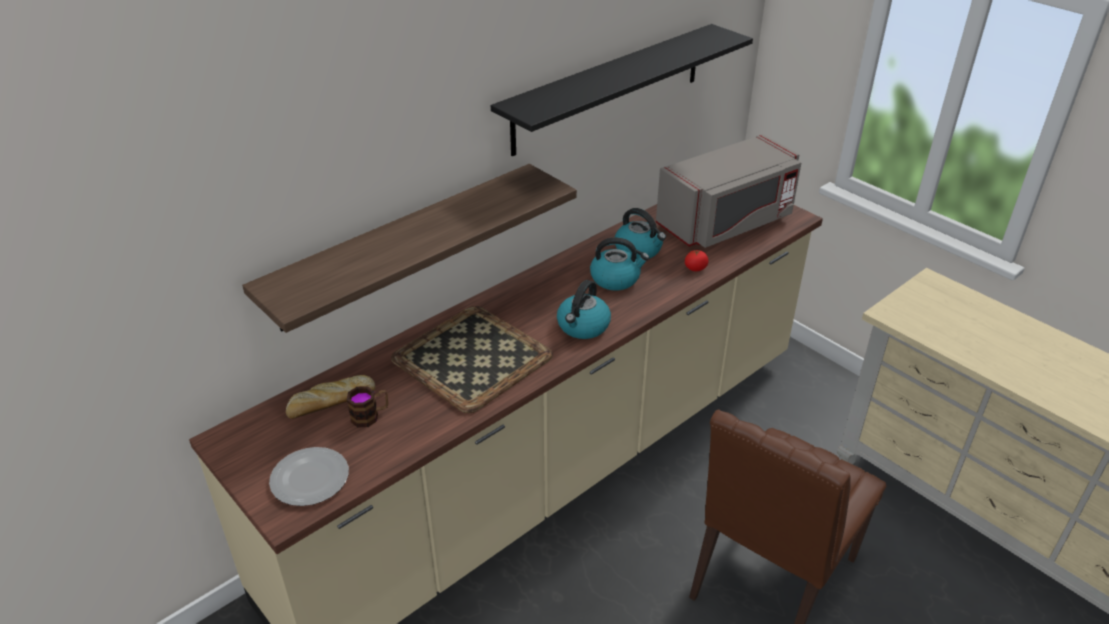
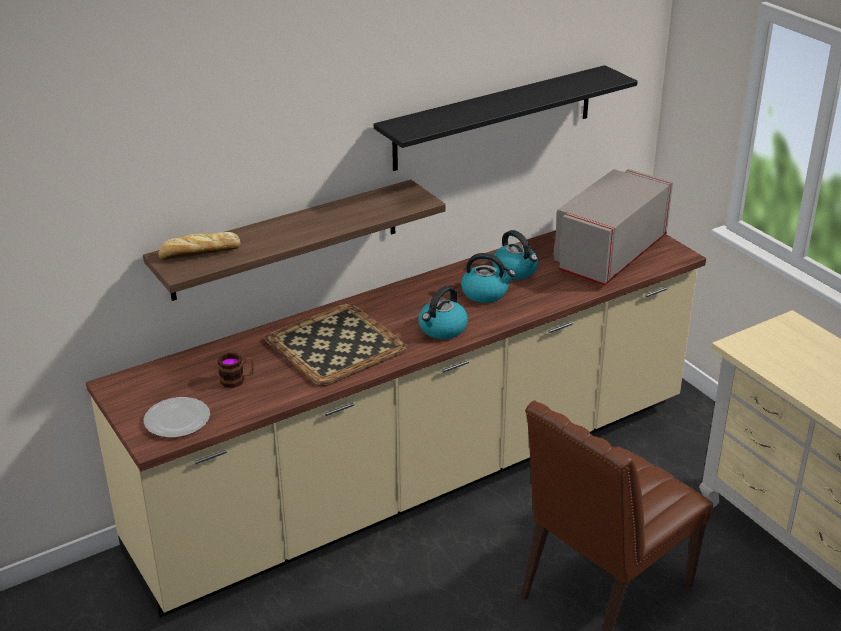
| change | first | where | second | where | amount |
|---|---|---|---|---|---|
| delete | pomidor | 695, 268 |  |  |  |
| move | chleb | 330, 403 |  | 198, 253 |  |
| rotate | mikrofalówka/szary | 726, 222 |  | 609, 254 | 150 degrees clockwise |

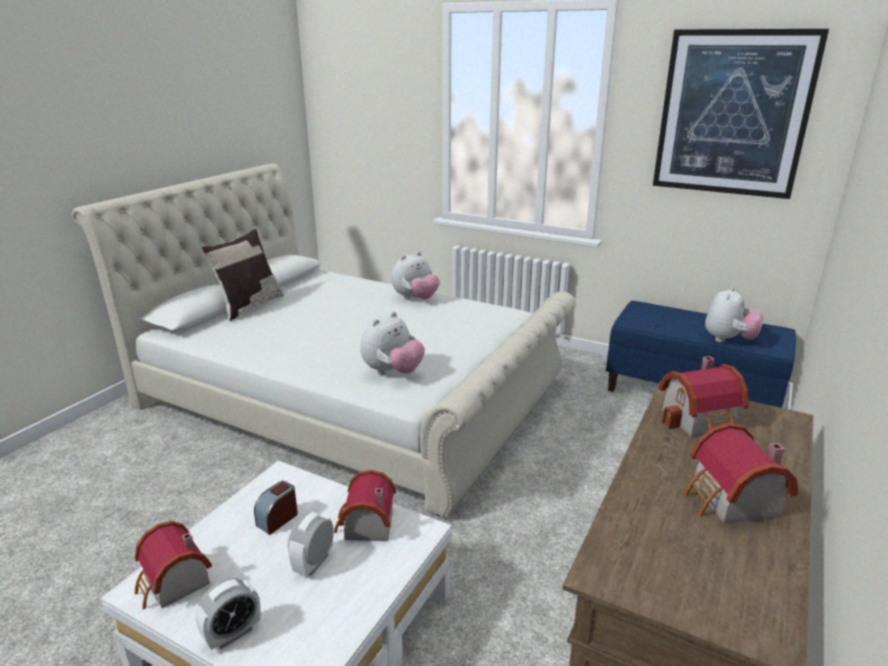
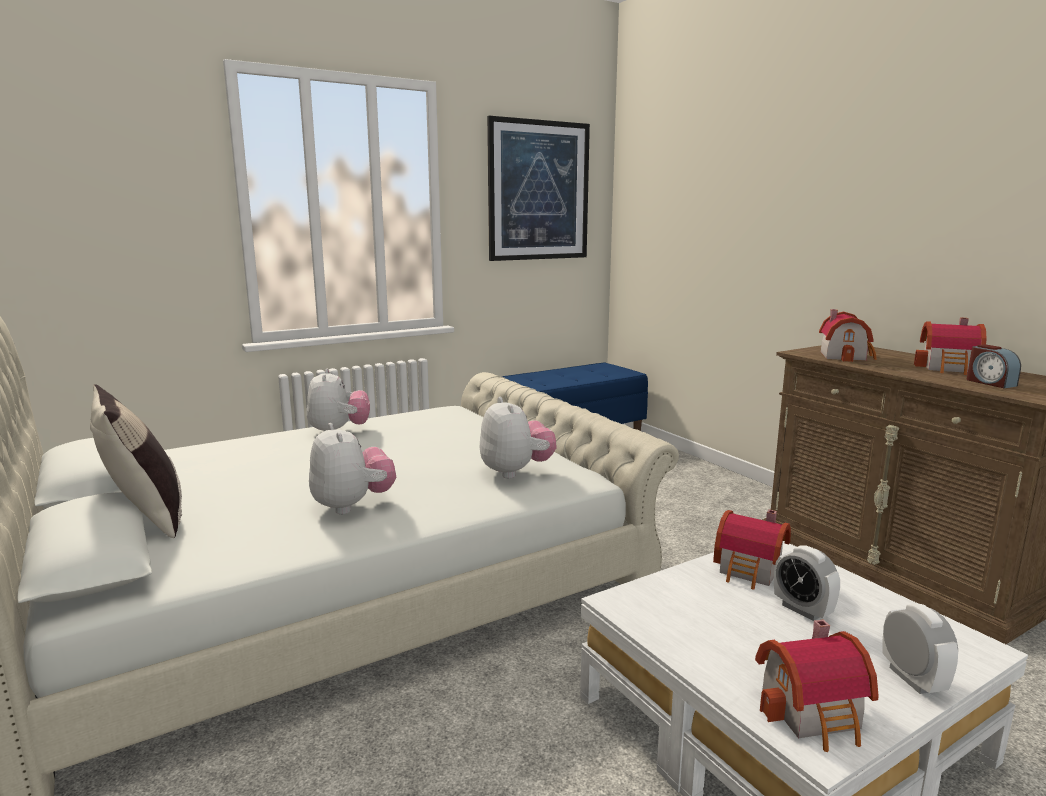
| change | first | where | second | where | amount |
|---|---|---|---|---|---|
| move | budzik | 278, 519 |  | 990, 383 |  |
| move | pluszak | 728, 340 |  | 352, 506 |  |

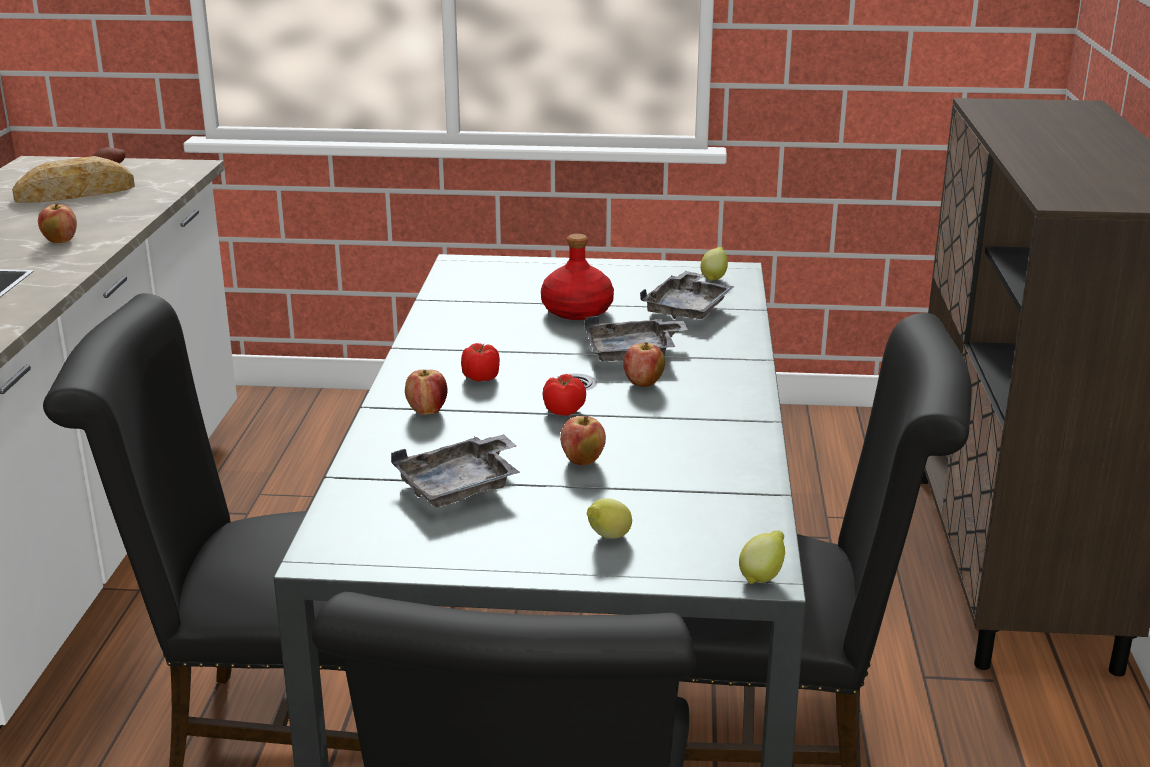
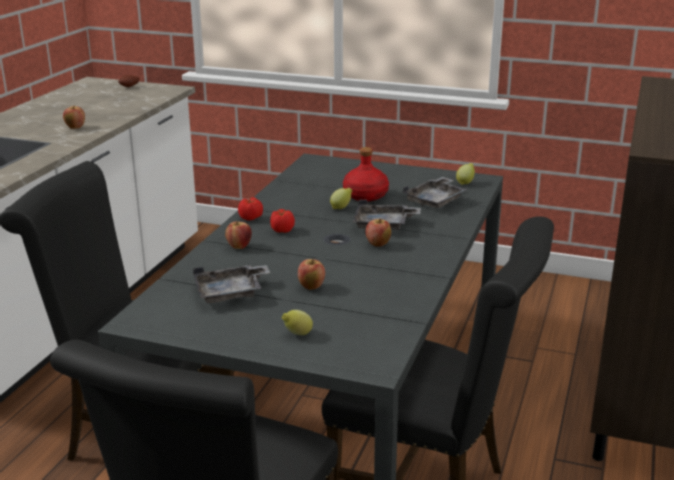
| change | first | where | second | where | amount |
|---|---|---|---|---|---|
| delete | chleb | 75, 193 |  |  |  |
| move | pomidor | 564, 410 |  | 251, 218 |  |
| move | cytryna | 762, 576 |  | 341, 208 |  |

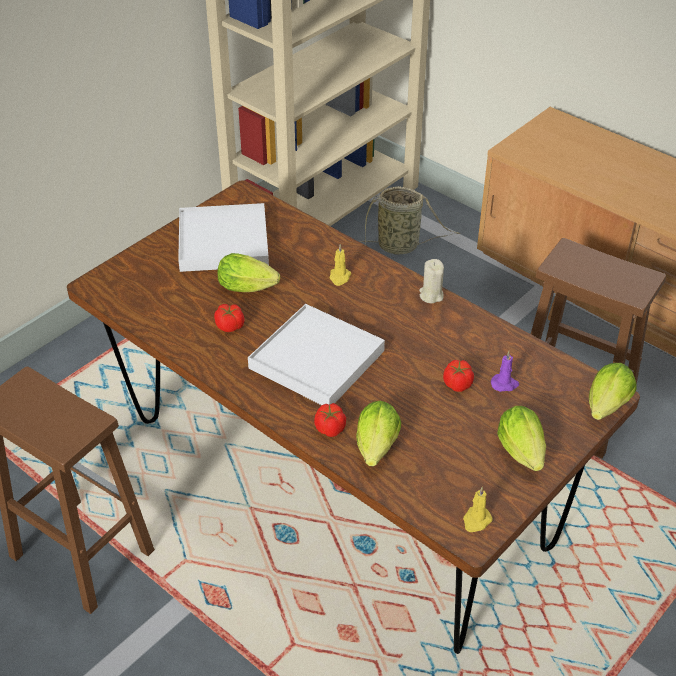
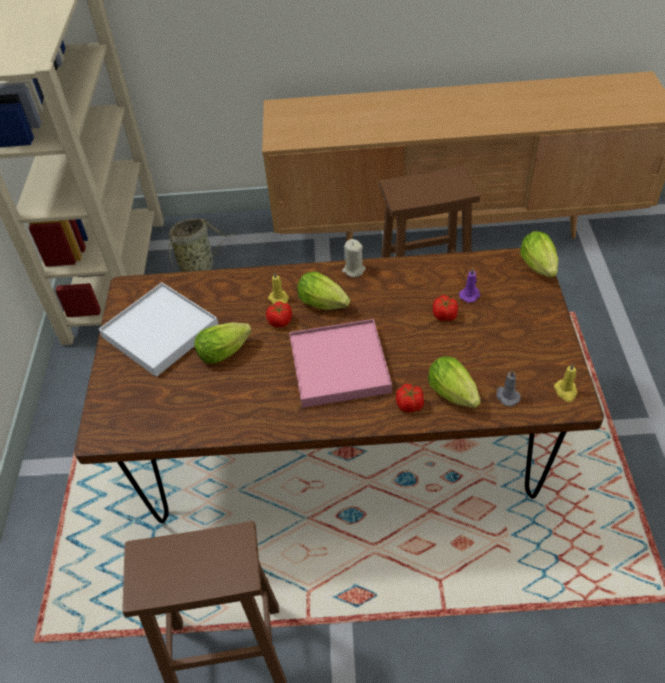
| change | first | where | second | where | amount |
|---|---|---|---|---|---|
| insert |  |  | świeca/szary | 507, 396 |  |
| move | pomidor | 230, 326 |  | 280, 321 |  |
| move | sałata | 523, 455 |  | 325, 305 |  |
| recolor | taca/biały | 317, 360 | taca/różowy | 339, 366 |  |

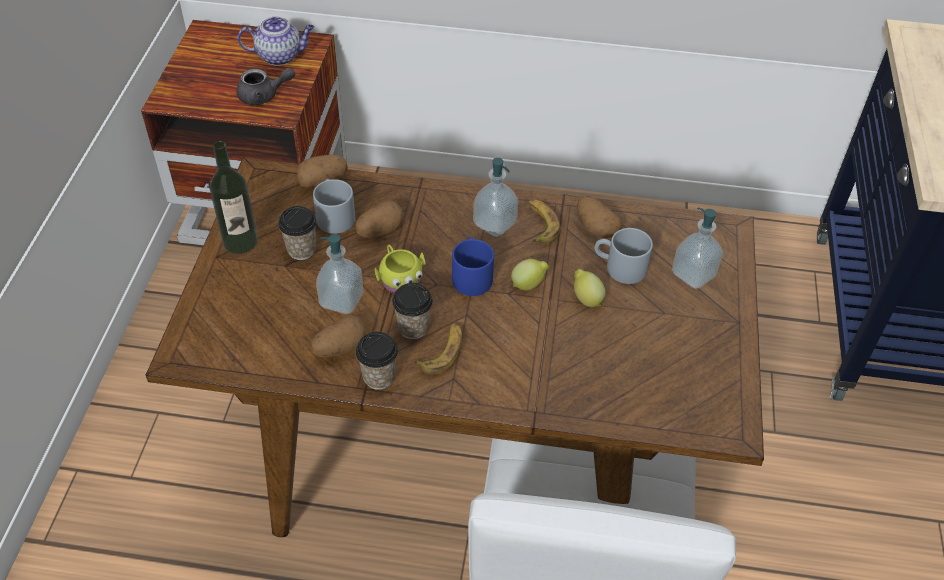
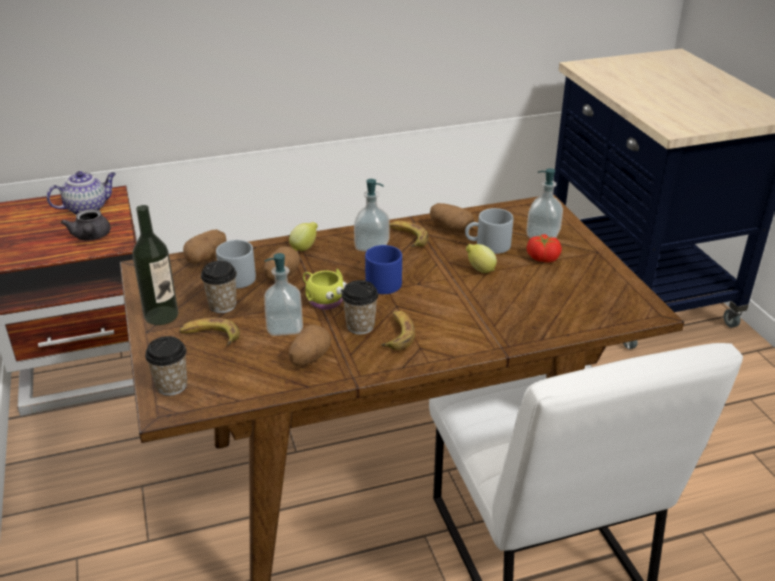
| change | first | where | second | where | amount |
|---|---|---|---|---|---|
| insert |  |  | banan | 210, 336 |  |
| insert |  |  | pomidor | 543, 257 |  |
| move | filiżanka | 379, 377 |  | 171, 386 |  |
| move | cytryna | 529, 285 |  | 304, 248 |  |
| rotate | imbryk/szary | 264, 96 |  | 91, 237 | 105 degrees clockwise |

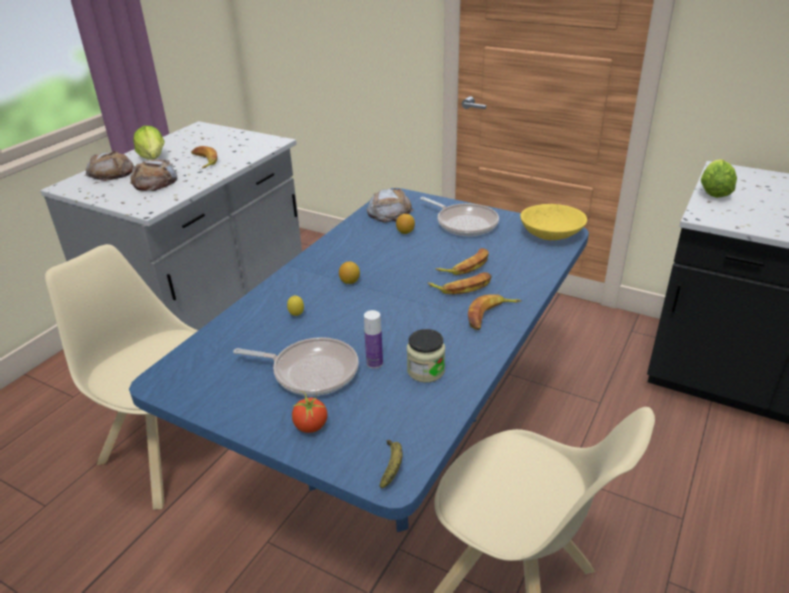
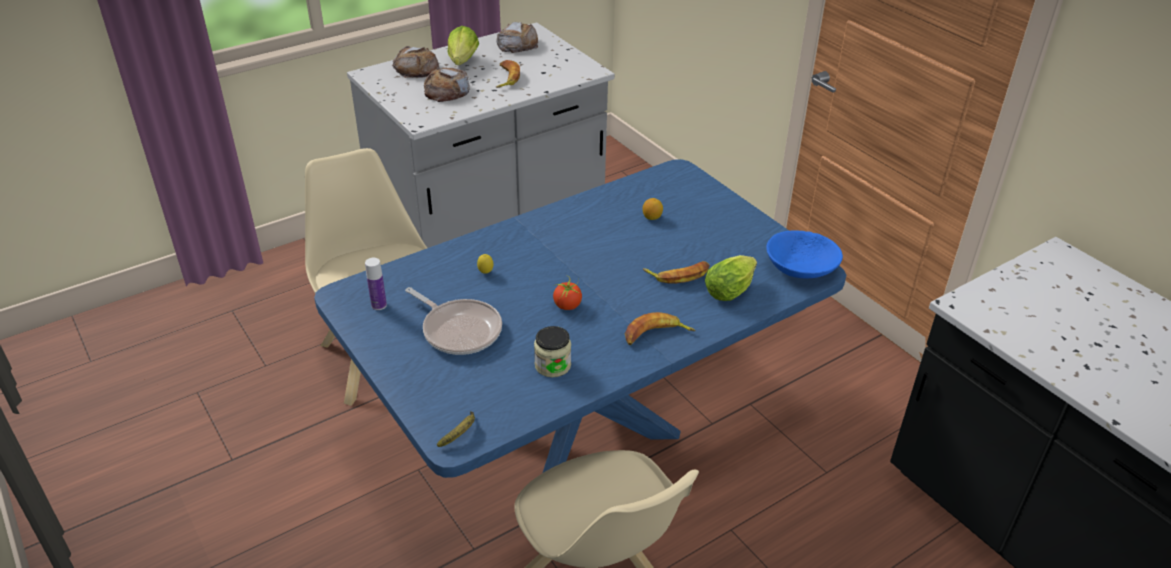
| change | first | where | second | where | amount |
|---|---|---|---|---|---|
| delete | cytryna | 350, 281 |  |  |  |
| delete | patelnia | 464, 223 |  |  |  |
| delete | banan | 462, 287 |  |  |  |
| move | pomidor | 310, 426 |  | 567, 305 |  |
| move | butelka | 374, 363 |  | 379, 305 |  |
| move | chleb | 389, 212 |  | 517, 44 |  |
| move | sałata | 714, 191 |  | 731, 290 |  |
| recolor | miska/żółty | 551, 234 | miska/niebieski | 800, 268 |  |

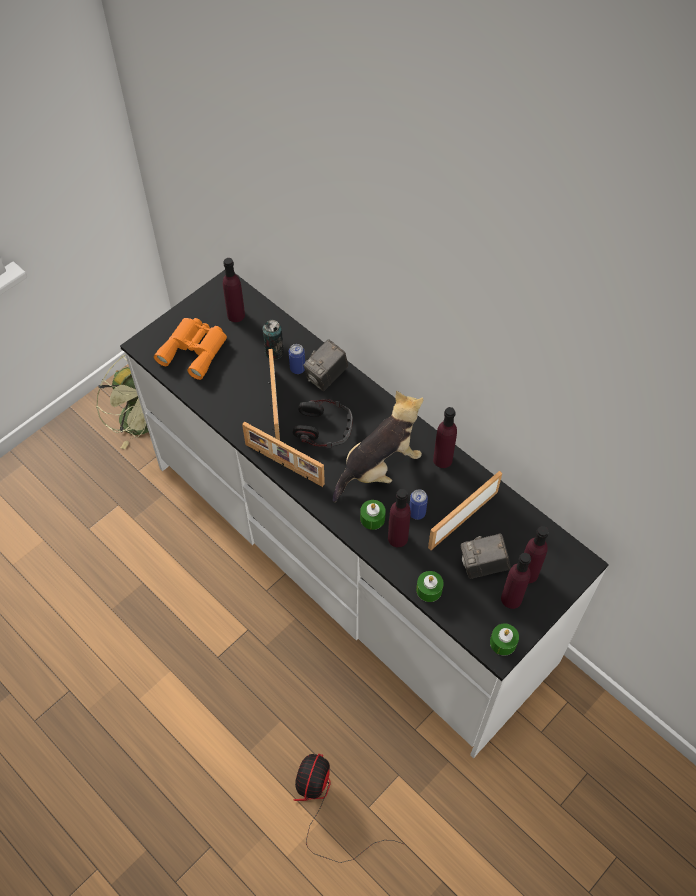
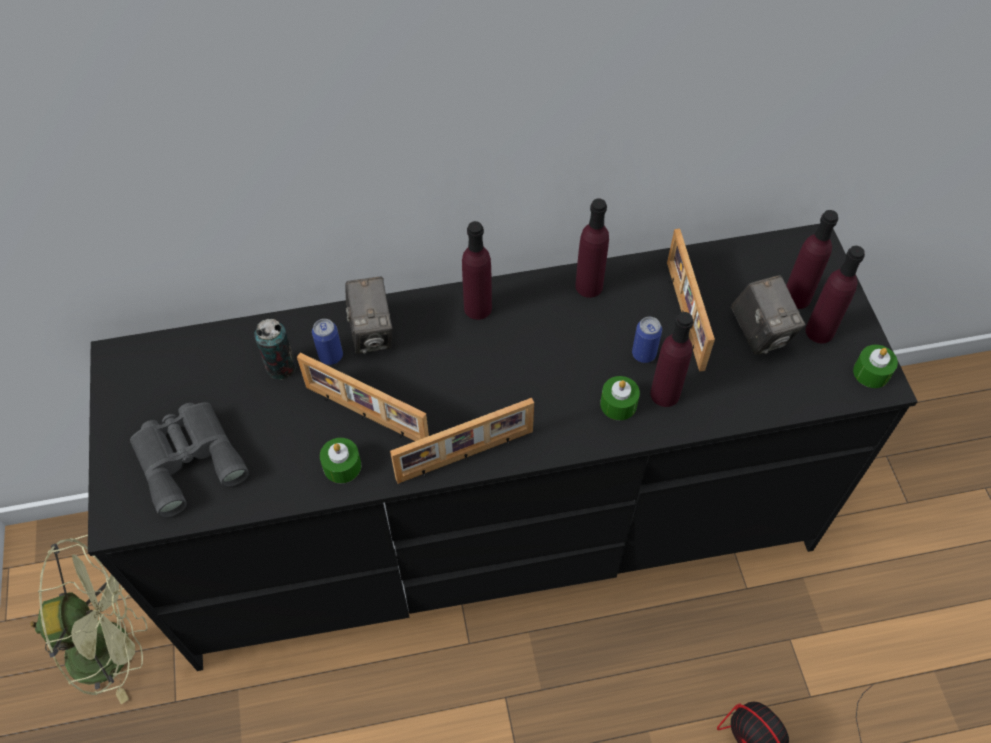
| change | first | where | second | where | amount |
|---|---|---|---|---|---|
| delete | słuchawki | 324, 428 |  |  |  |
| delete | pluszak | 379, 467 |  |  |  |
| move | butelka/fioletowy | 236, 315 |  | 477, 308 |  |
| move | świeca/zielony | 429, 590 |  | 342, 466 |  |
| recolor | komoda/biały | 348, 561 | komoda/czarny | 497, 528 |  |
| recolor | lornetka/pomarańczowy | 195, 349 | lornetka/szary | 188, 457 |  |
| rotate | aparat fotograficzny | 483, 566 |  | 760, 333 | 45 degrees counterclockwise |

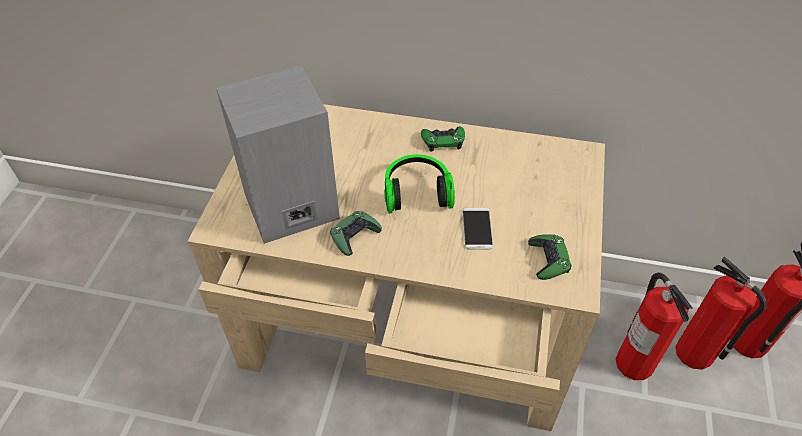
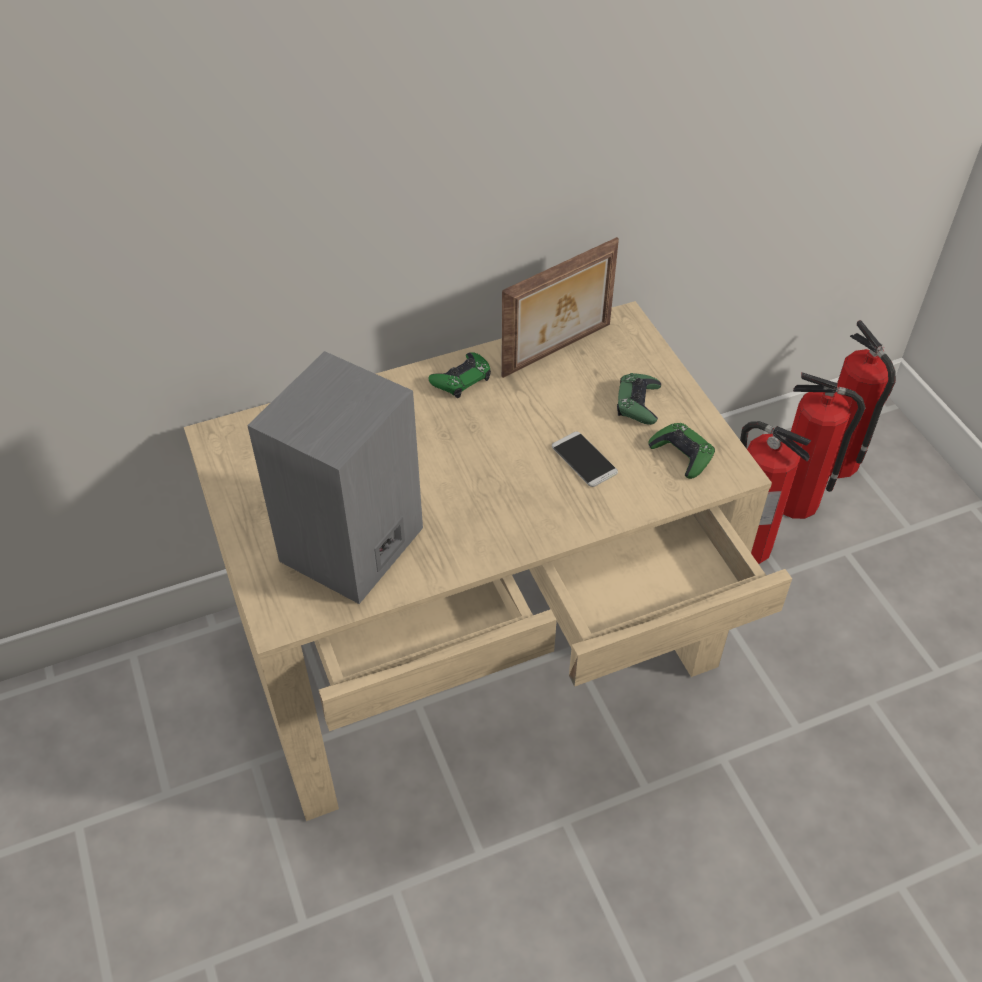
| change | first | where | second | where | amount |
|---|---|---|---|---|---|
| delete | słuchawki | 417, 192 |  |  |  |
| insert |  |  | ramka na zdjęcie | 558, 351 |  |
| move | pad do gier/zielony | 355, 236 |  | 638, 403 |  |

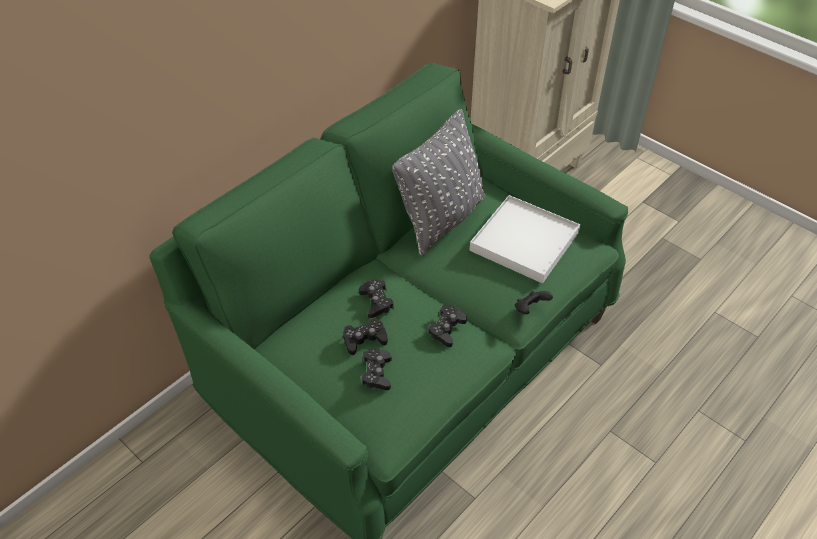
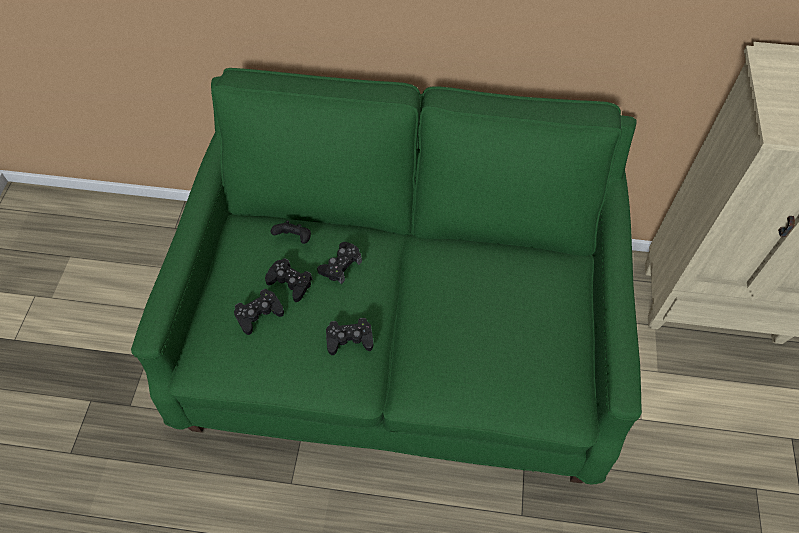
| change | first | where | second | where | amount |
|---|---|---|---|---|---|
| delete | poduszka/szary | 441, 220 |  |  |  |
| delete | taca/biały | 524, 241 |  |  |  |
| move | pad do gier/czarny | 530, 309 |  | 294, 239 |  |

